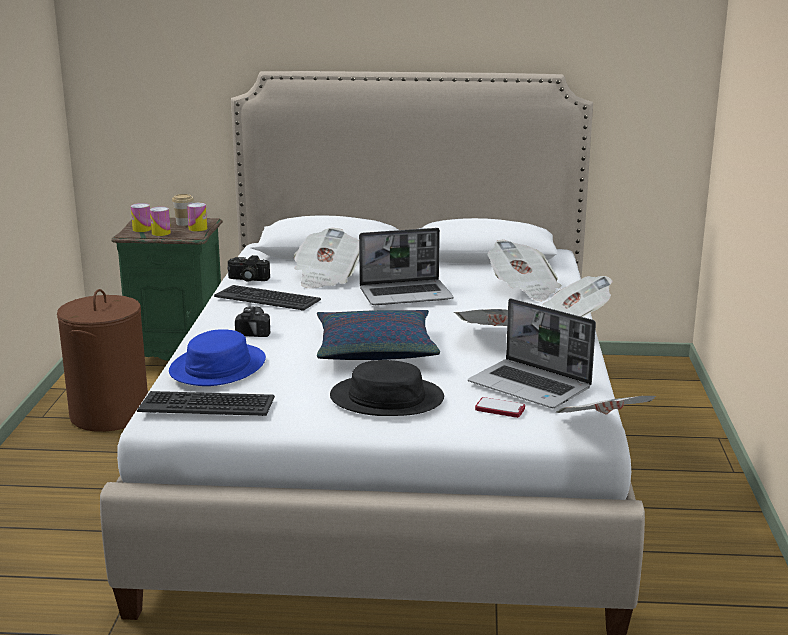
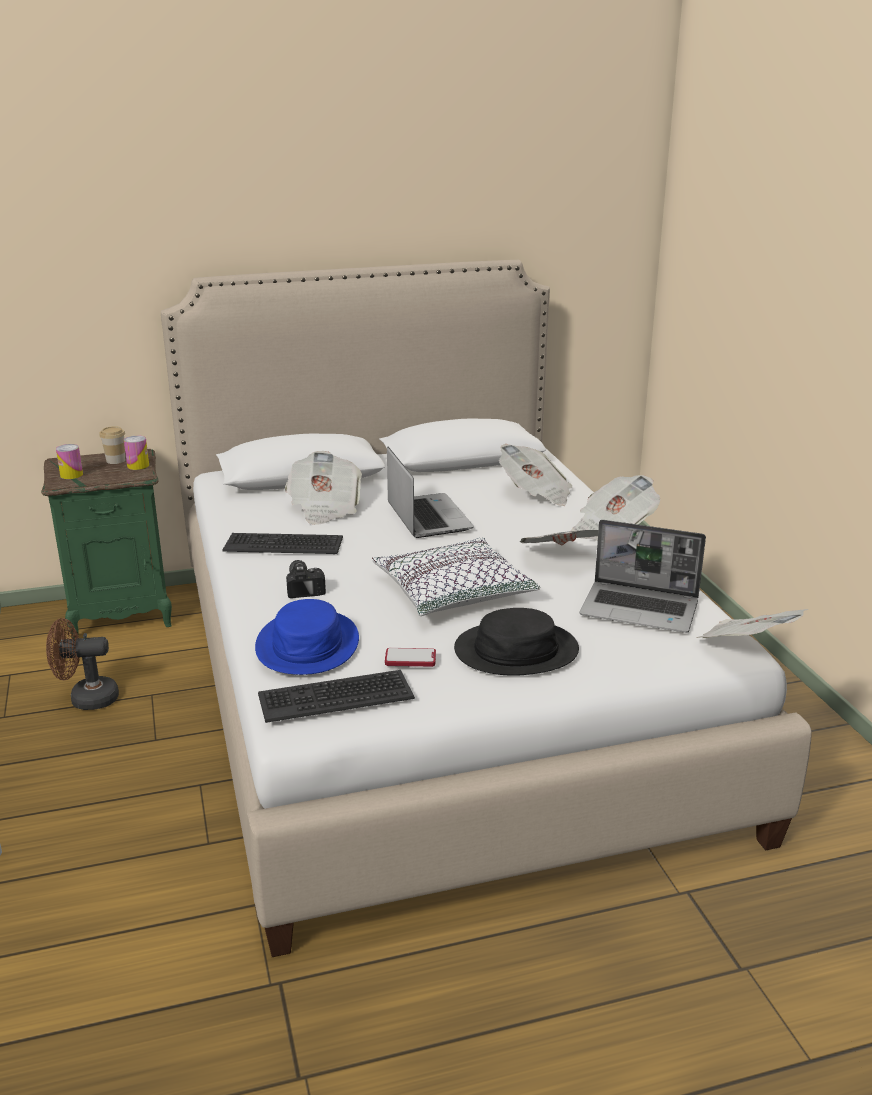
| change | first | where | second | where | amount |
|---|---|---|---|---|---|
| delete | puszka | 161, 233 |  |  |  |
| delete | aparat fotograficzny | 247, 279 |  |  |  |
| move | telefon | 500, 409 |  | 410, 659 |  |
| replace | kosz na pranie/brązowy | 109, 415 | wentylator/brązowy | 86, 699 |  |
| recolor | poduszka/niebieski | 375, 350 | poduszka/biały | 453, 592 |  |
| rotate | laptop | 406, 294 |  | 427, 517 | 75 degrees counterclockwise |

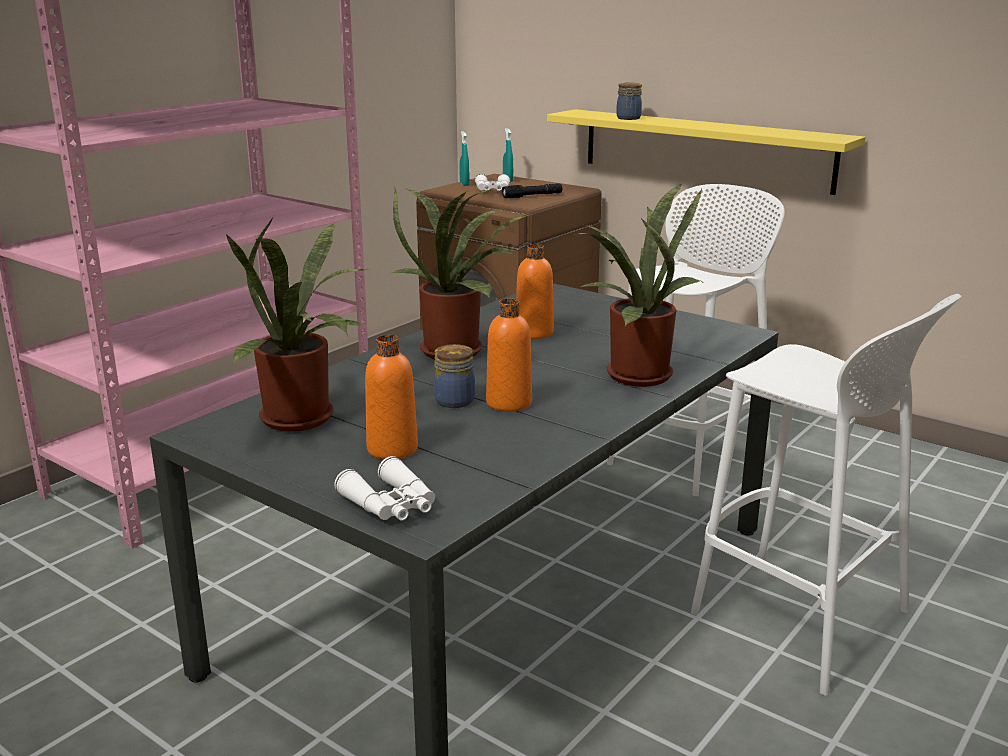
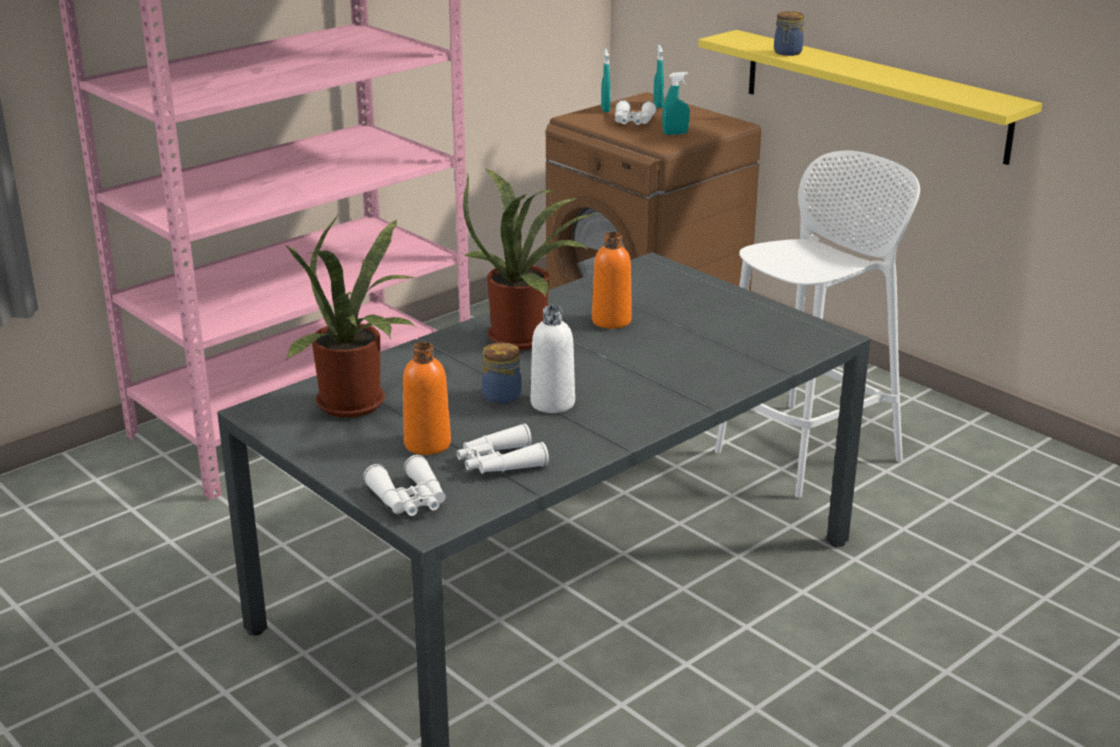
| change | first | where | second | where | amount |
|---|---|---|---|---|---|
| delete | roślina doniczkowa | 633, 374 |  |  |  |
| delete | stołek/biały | 800, 619 |  |  |  |
| insert |  |  | lornetka/biały | 499, 463 |  |
| replace | latarka/czarny | 532, 196 | spryskiwacz/turkusowy | 675, 133 |  |
| recolor | butelka/pomarańczowy | 509, 403 | butelka/biały | 552, 403 |  |

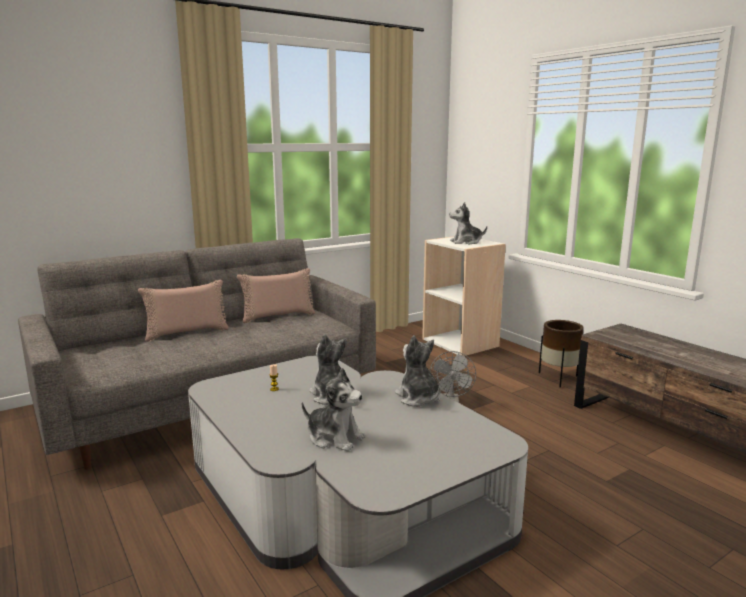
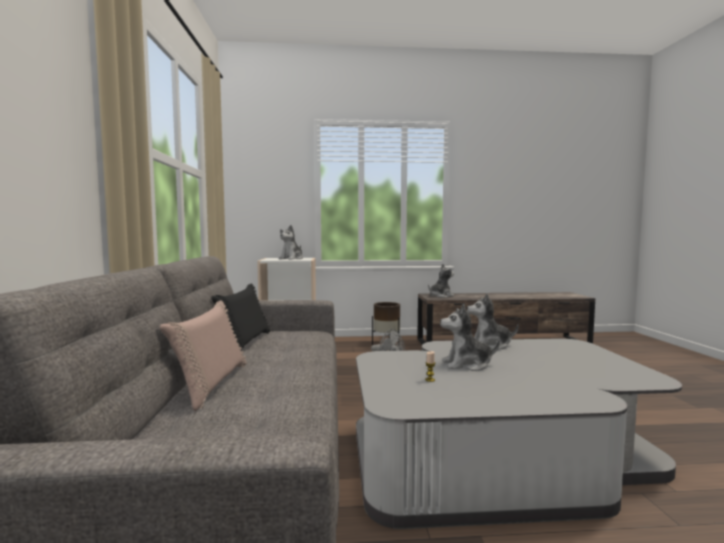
| change | first | where | second | where | amount |
|---|---|---|---|---|---|
| move | pluszak | 334, 438 |  | 440, 296 |  |
| recolor | poduszka/beżowy | 278, 316 | poduszka/czarny | 245, 343 |  |

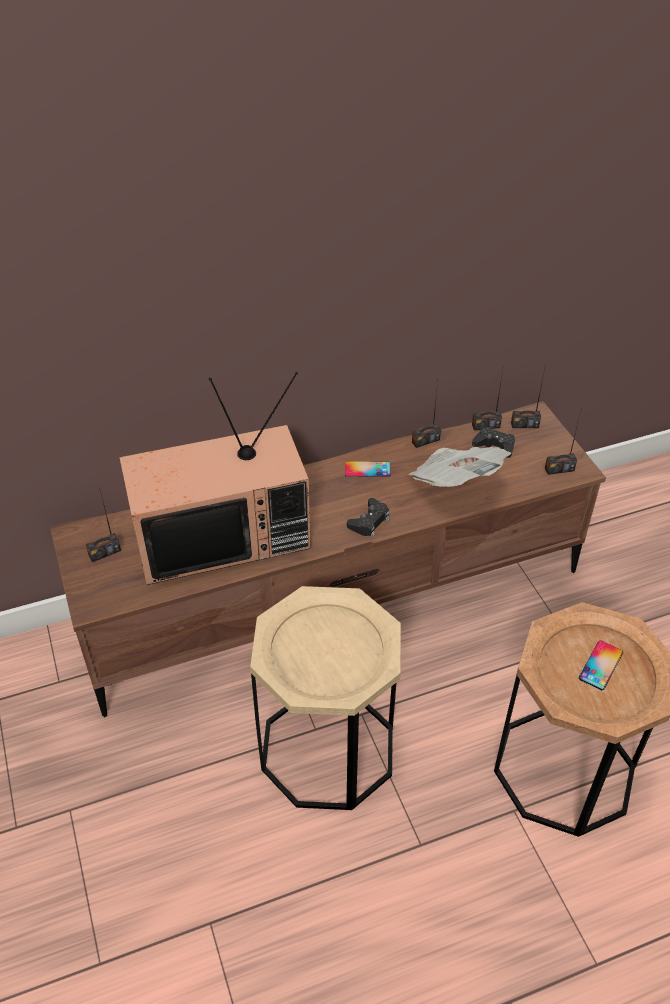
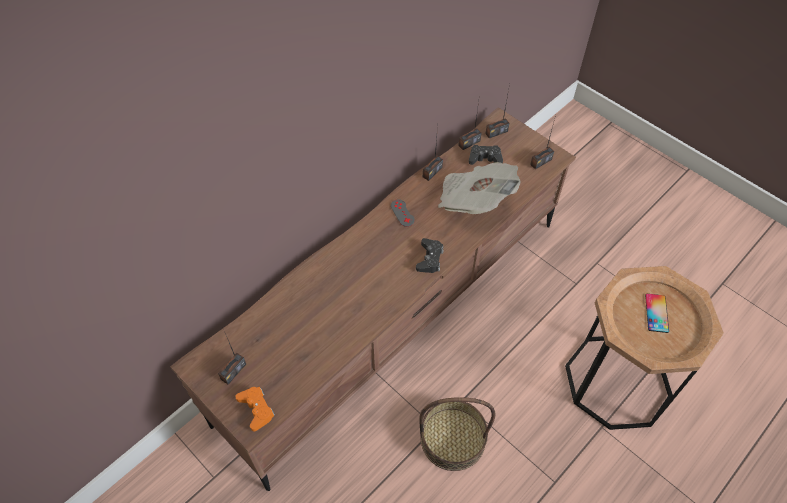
| change | first | where | second | where | amount |
|---|---|---|---|---|---|
| delete | telewizor | 223, 535 |  |  |  |
| insert |  |  | pad do gier/pomarańczowy | 256, 409 |  |
| replace | stolik/beżowy | 327, 749 | koszyk | 452, 439 |  |
| replace | telefon | 367, 469 | pad do gier/szary | 402, 213 |  |

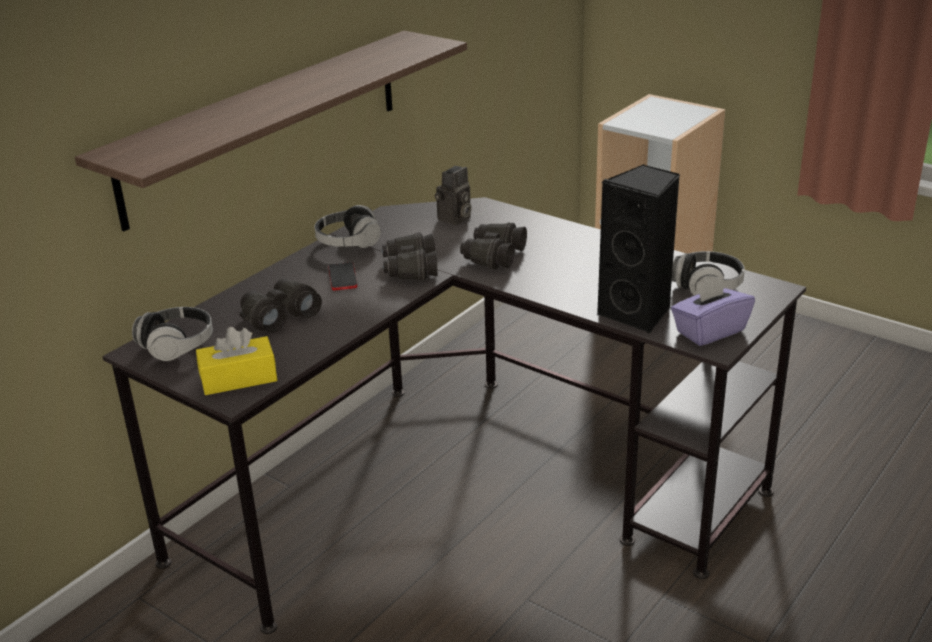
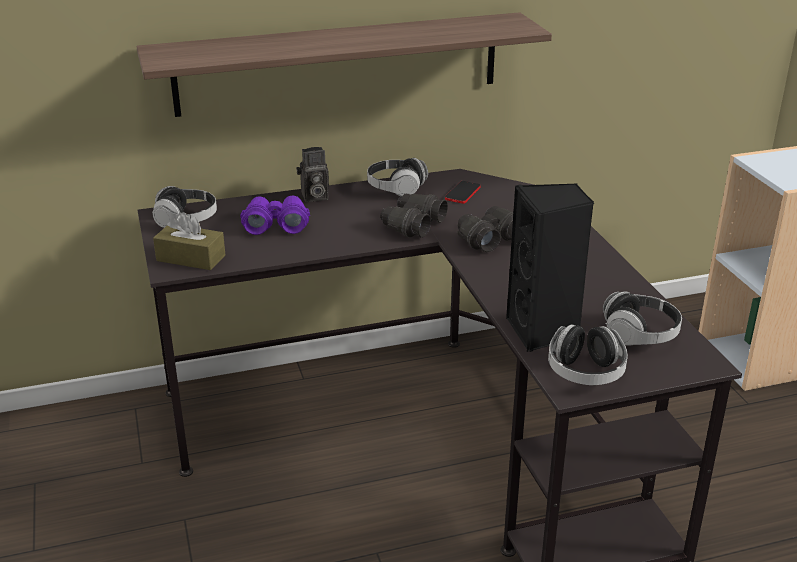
| change | first | where | second | where | amount |
|---|---|---|---|---|---|
| move | telefon | 342, 277 |  | 462, 193 |  |
| move | aparat fotograficzny | 454, 219 |  | 313, 197 |  |
| replace | pudełko chusteczek/fioletowy | 709, 331 | słuchawki | 585, 373 |  |
| recolor | pudełko chusteczek/żółty | 238, 378 | pudełko chusteczek/brązowy | 191, 258 |  |
| recolor | lornetka/czarny | 279, 316 | lornetka/fioletowy | 275, 224 |  |

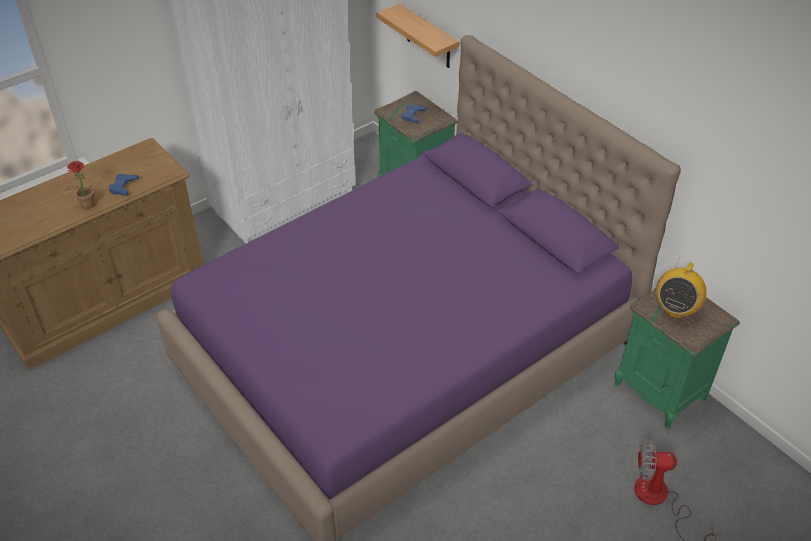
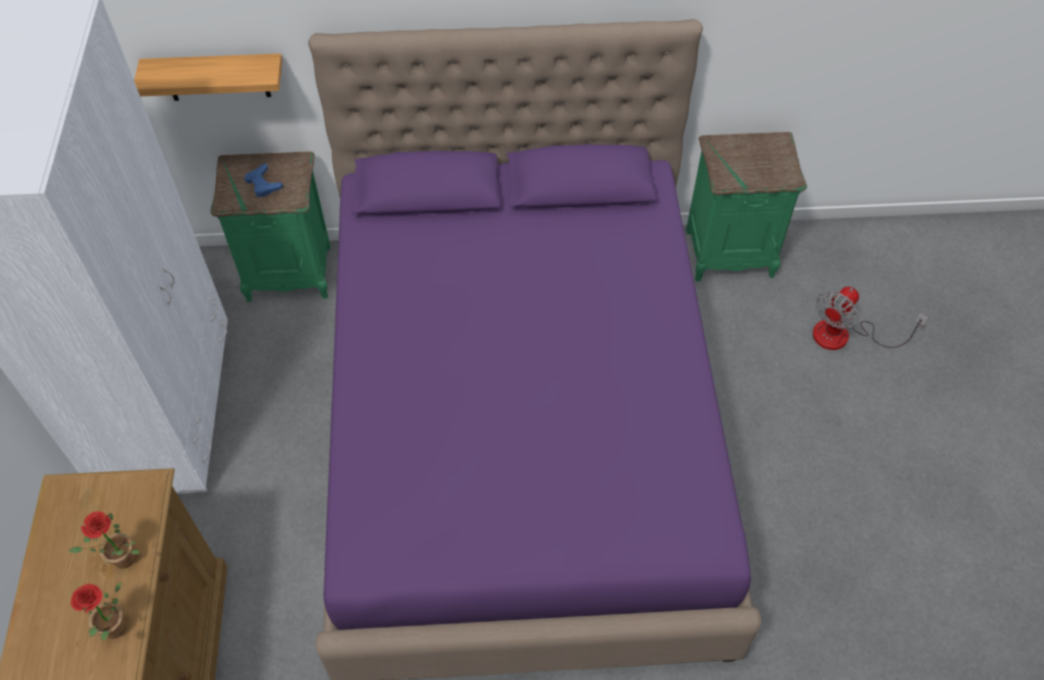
| change | first | where | second | where | amount |
|---|---|---|---|---|---|
| delete | radio | 675, 309 |  |  |  |
| replace | pad do gier/niebieski | 123, 186 | roślina doniczkowa | 120, 562 |  |

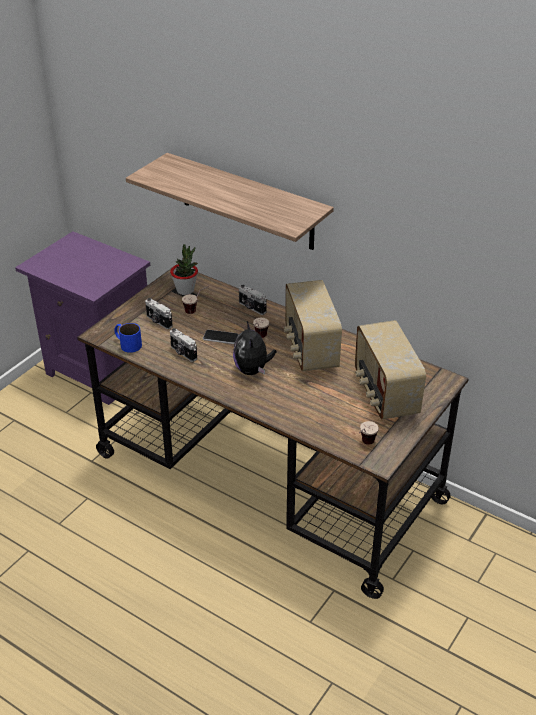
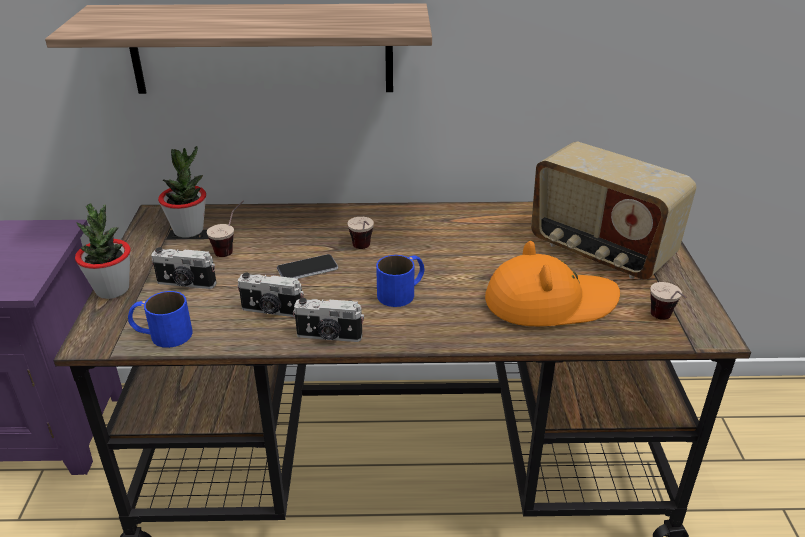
| change | first | where | second | where | amount |
|---|---|---|---|---|---|
| delete | radio | 310, 349 |  |  |  |
| insert |  |  | roślina doniczkowa | 112, 290 |  |
| insert |  |  | kapelusz/pomarańczowy | 549, 302 |  |
| move | aparat fotograficzny | 251, 308 |  | 329, 336 |  |
| replace | pluszak | 253, 370 | kubek/niebieski | 402, 292 |  |

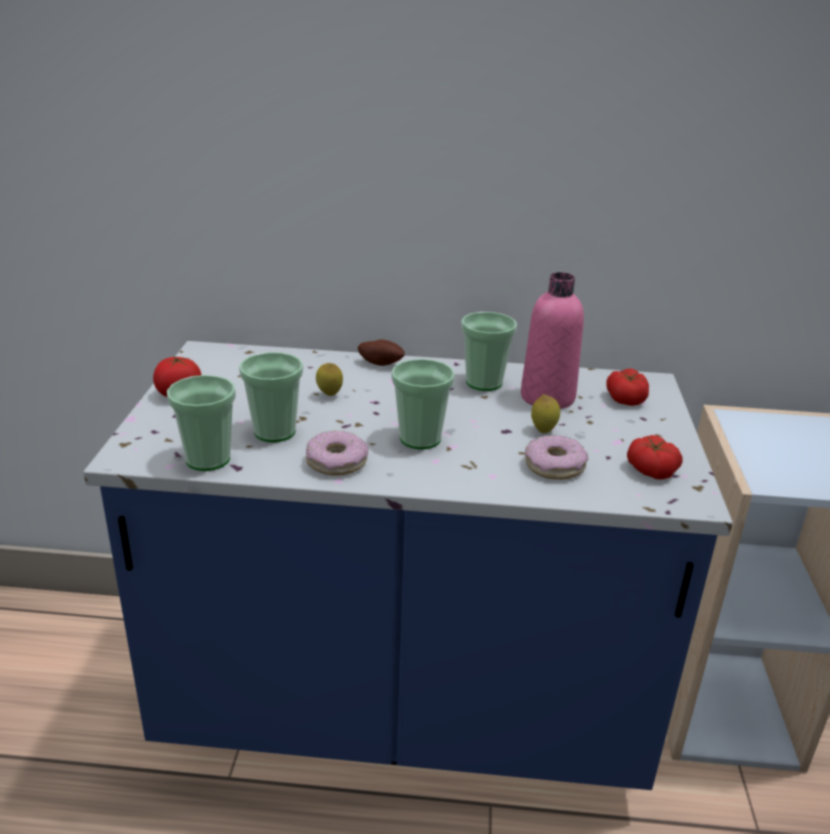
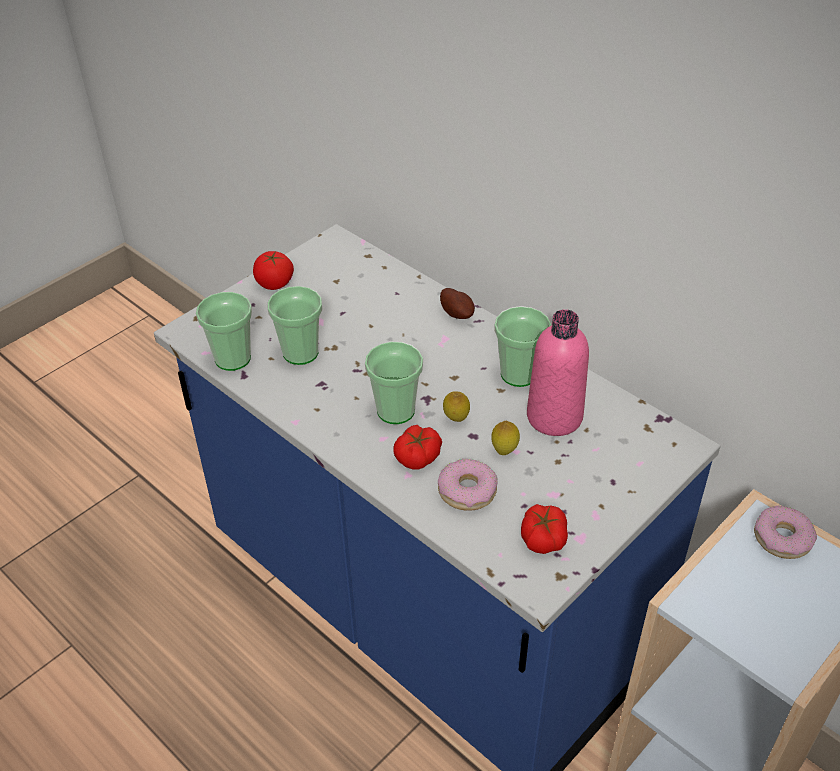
| change | first | where | second | where | amount |
|---|---|---|---|---|---|
| move | donut | 337, 462 |  | 782, 538 |  |
| move | cytryna | 329, 395 |  | 456, 419 |  |
| move | pomidor | 626, 398 |  | 418, 456 |  |

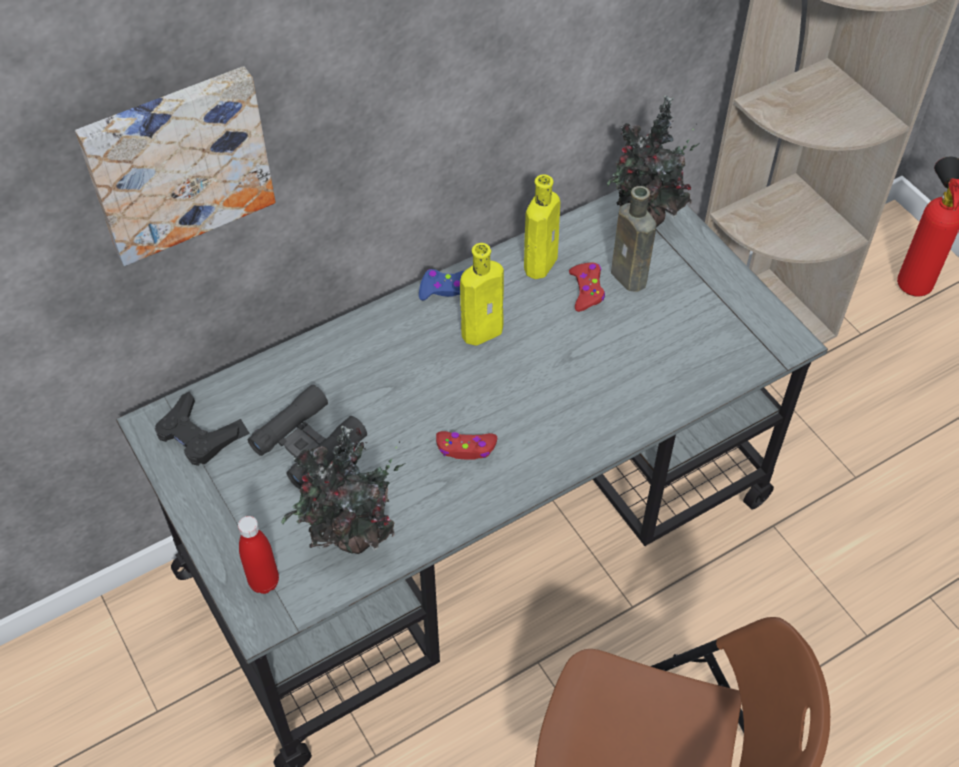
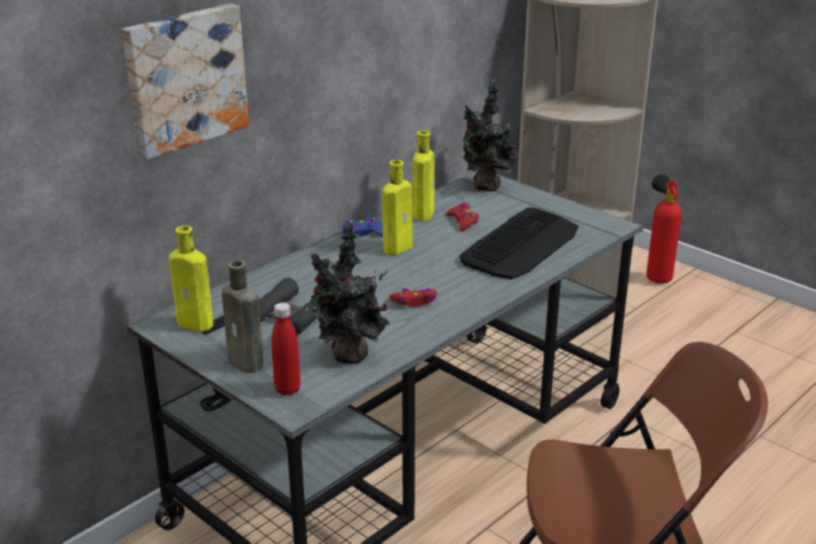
| change | first | where | second | where | amount |
|---|---|---|---|---|---|
| insert |  |  | klawiatura | 521, 245 |  |
| move | butelka/brązowy | 630, 278 |  | 247, 364 |  |
| replace | pad do gier/czarny | 196, 435 | butelka/żółty | 197, 324 |  |

